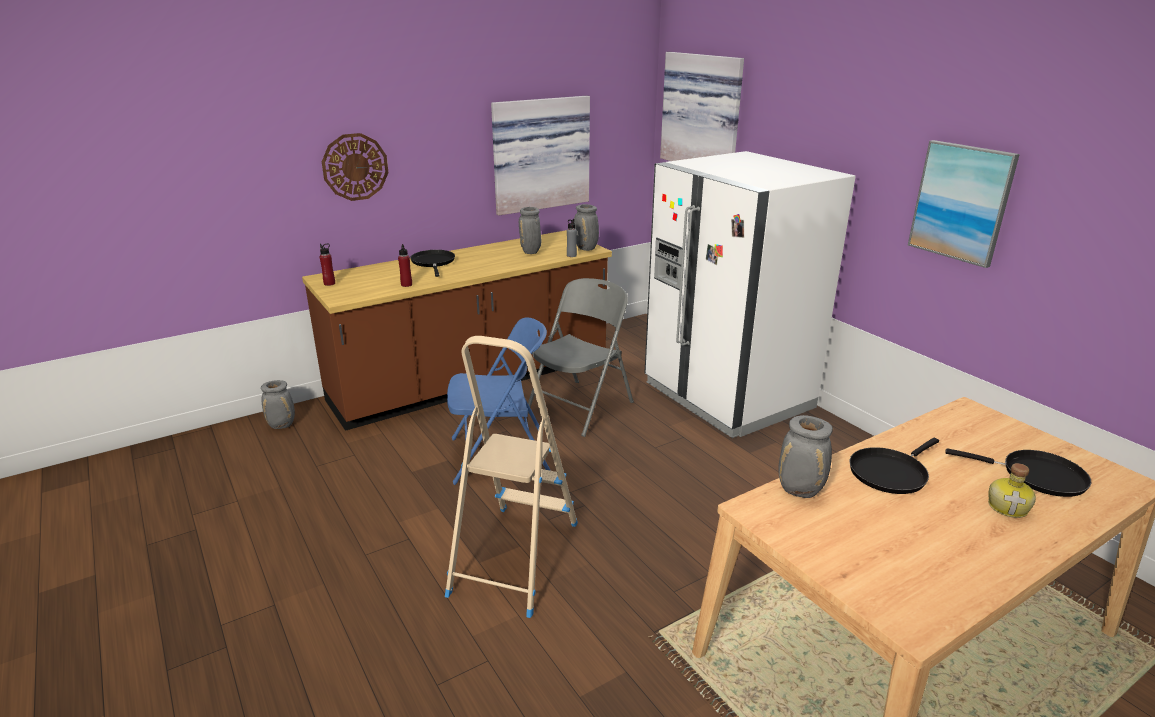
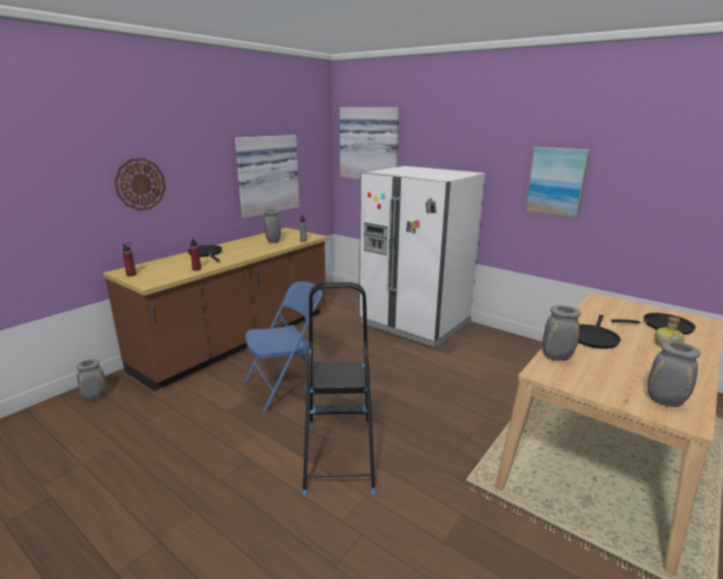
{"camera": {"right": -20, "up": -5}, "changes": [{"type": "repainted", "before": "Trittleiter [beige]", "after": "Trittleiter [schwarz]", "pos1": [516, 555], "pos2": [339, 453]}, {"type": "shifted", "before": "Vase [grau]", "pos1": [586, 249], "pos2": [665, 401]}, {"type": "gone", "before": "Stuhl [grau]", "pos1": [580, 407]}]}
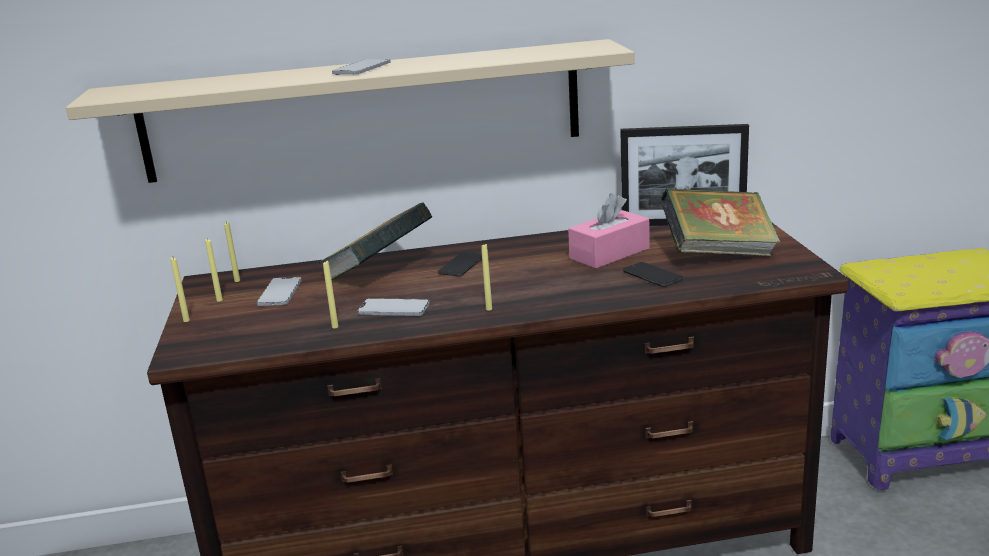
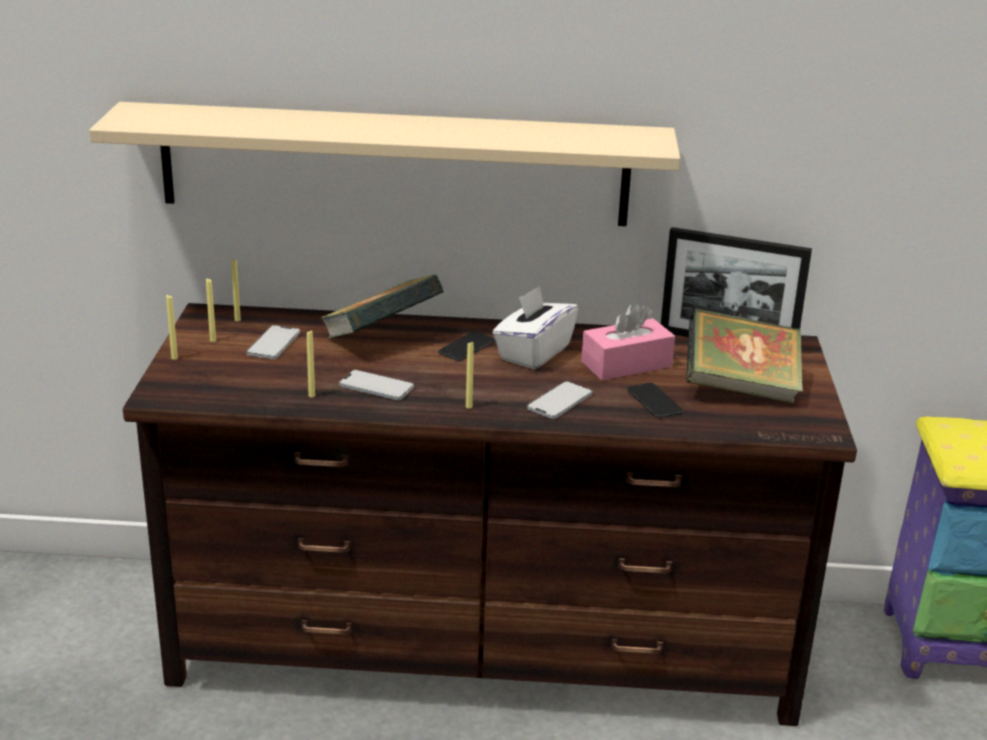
{"camera": {"right": 10, "up": 5}, "changes": [{"type": "new", "after": "Taschentuchbox [weiß]", "pos2": [533, 353]}, {"type": "shifted", "before": "Handy", "pos1": [362, 68], "pos2": [559, 402]}]}
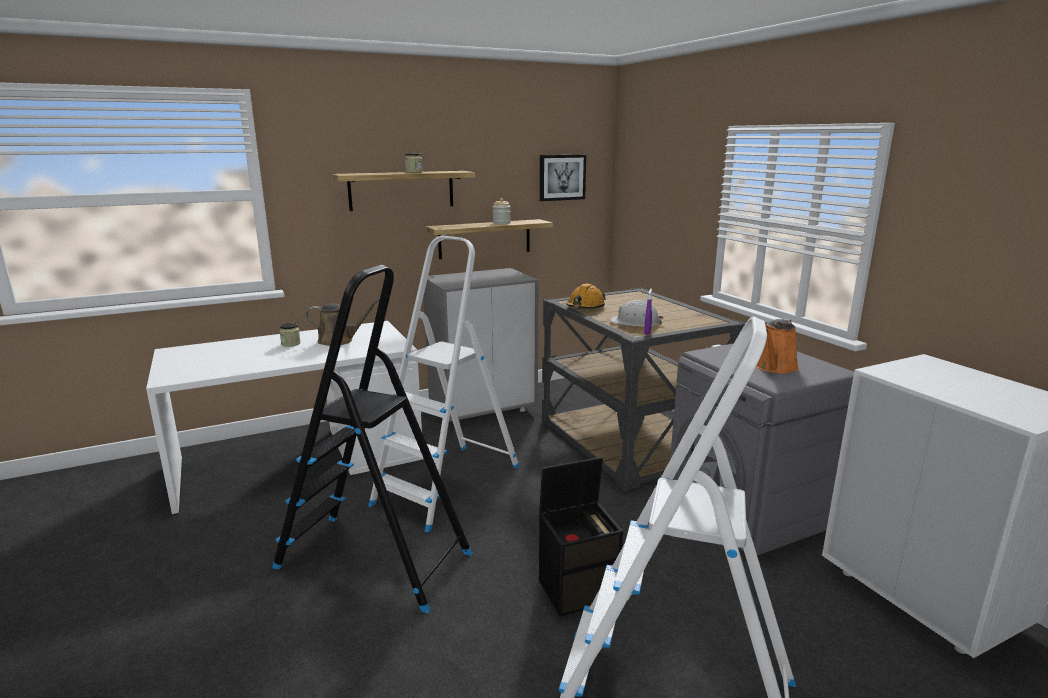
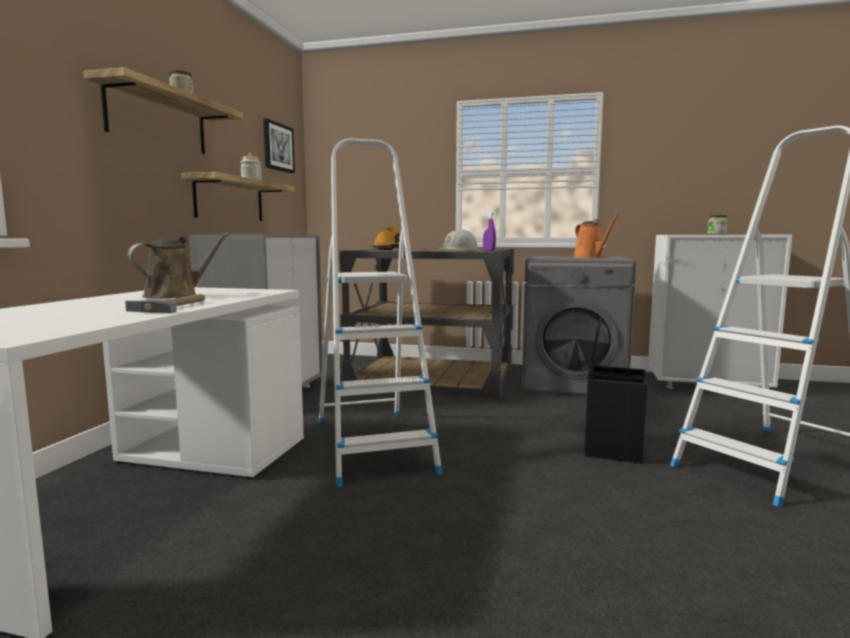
{"camera": {"right": -50, "up": -10}, "changes": [{"type": "new", "after": "Hammer", "pos2": [174, 306]}, {"type": "shifted", "before": "Vorratsglas", "pos1": [291, 343], "pos2": [716, 234]}, {"type": "gone", "before": "Trittleiter [schwarz]", "pos1": [372, 560]}]}
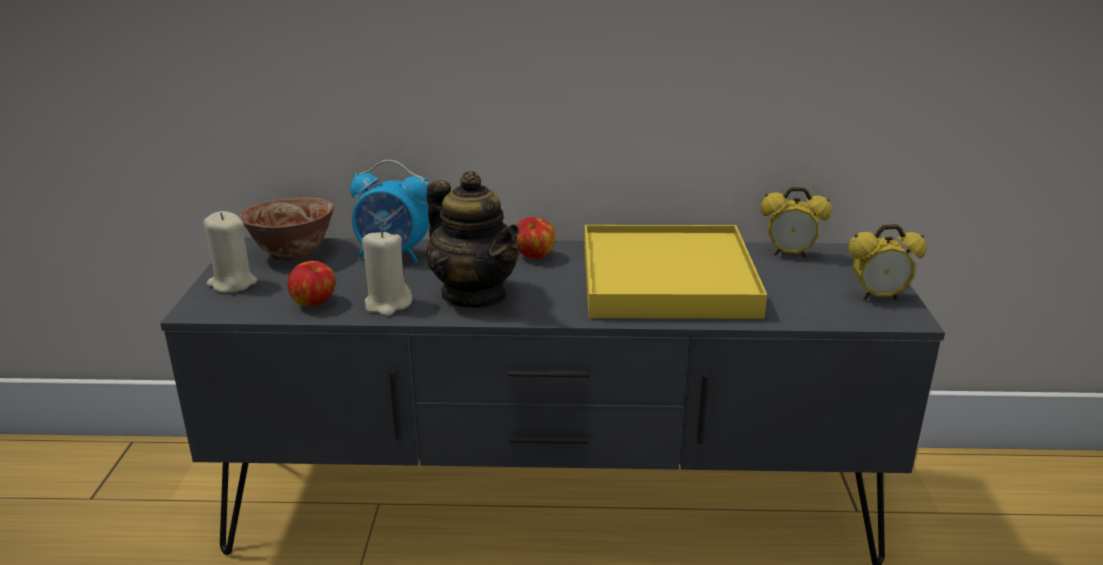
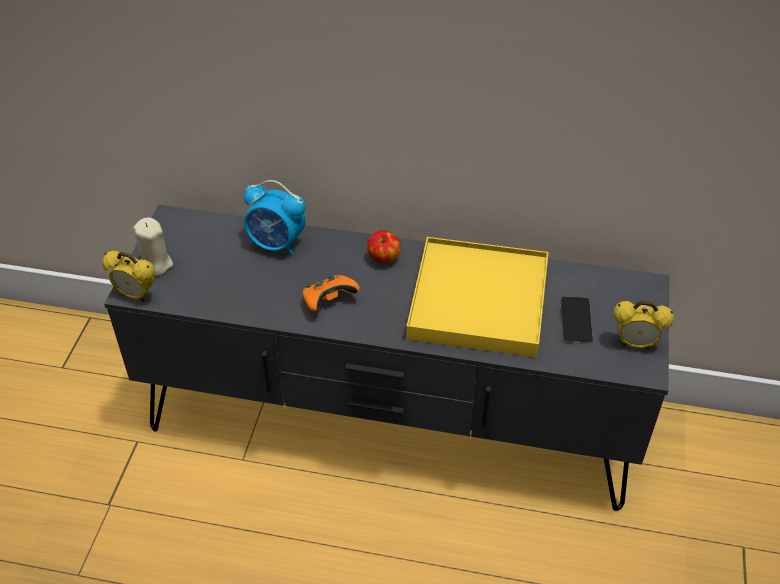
{"camera": {"right": 10, "up": 20}, "changes": [{"type": "shifted", "before": "Wecker", "pos1": [789, 254], "pos2": [136, 295]}, {"type": "swapped", "before": "Teekanne", "after": "Gamepad [orange]", "pos1": [475, 295], "pos2": [329, 301]}, {"type": "new", "after": "Handy", "pos2": [576, 320]}, {"type": "gone", "before": "Schüssel", "pos1": [292, 253]}, {"type": "gone", "before": "Apfel", "pos1": [314, 303]}, {"type": "gone", "before": "Kerze [beige]", "pos1": [388, 304]}]}
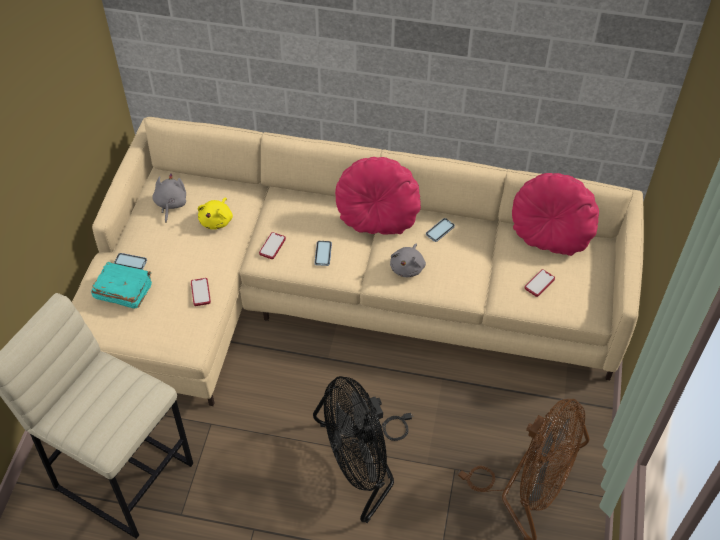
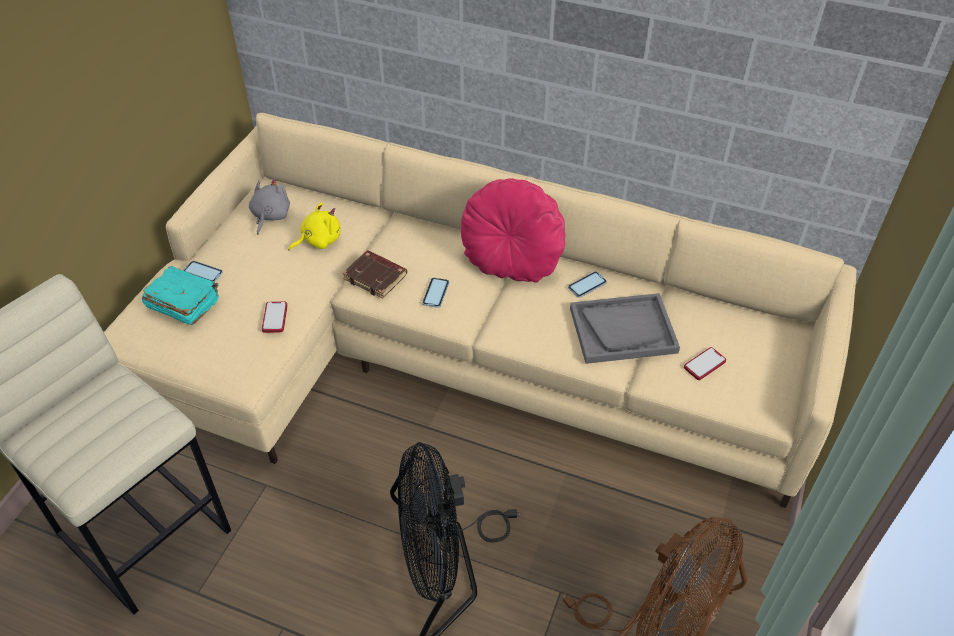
{"camera": {"right": 10, "up": -5}, "changes": [{"type": "rotated", "before": "Plüschtier [gelb]", "pos1": [217, 220], "pos2": [319, 240], "turn": -150}, {"type": "swapped", "before": "Handy", "after": "Buch [braun]", "pos1": [272, 246], "pos2": [376, 277]}, {"type": "new", "after": "Tablett [grau]", "pos2": [623, 330]}, {"type": "gone", "before": "Plüschtier [grau]", "pos1": [408, 267]}, {"type": "gone", "before": "Kissen [rosa]", "pos1": [549, 239]}]}
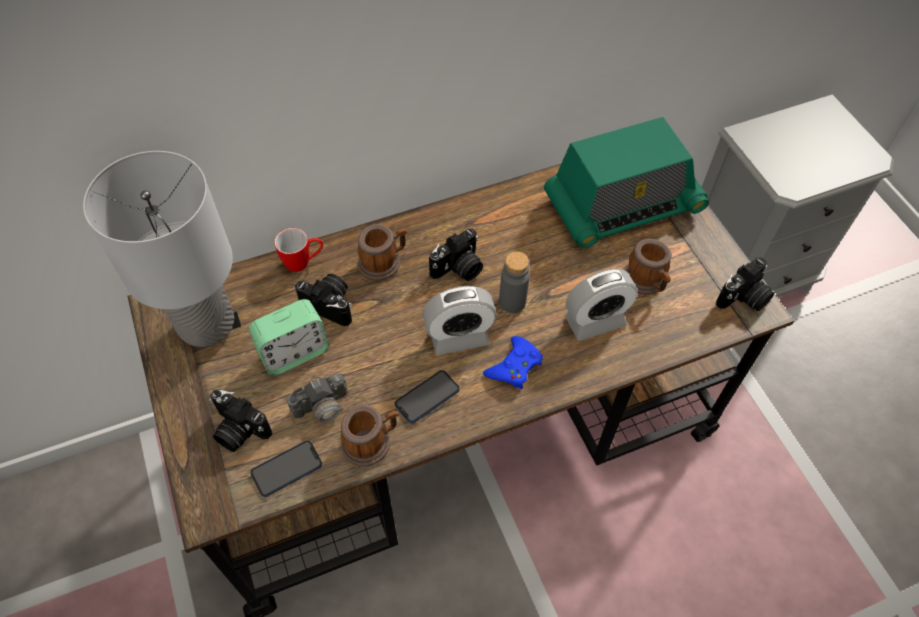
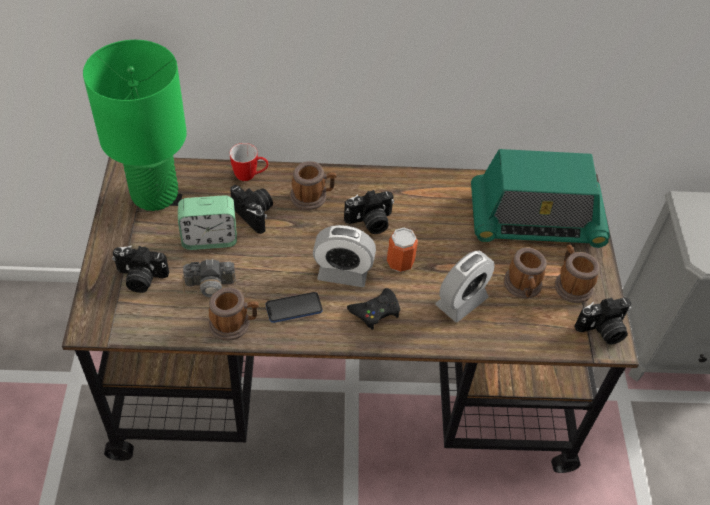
{"camera": {"right": 20, "up": -5}, "changes": [{"type": "repainted", "before": "Tischlampe [grau]", "after": "Tischlampe [grün]", "pos1": [209, 327], "pos2": [156, 198]}, {"type": "rotated", "before": "Kamera", "pos1": [238, 430], "pos2": [140, 278], "turn": -45}, {"type": "repainted", "before": "Gamepad [blau]", "after": "Gamepad [schwarz]", "pos1": [514, 366], "pos2": [375, 311]}, {"type": "swapped", "before": "Flasche [grau]", "after": "Dose", "pos1": [512, 302], "pos2": [400, 262]}, {"type": "rotated", "before": "Wecker", "pos1": [595, 321], "pos2": [461, 301], "turn": -45}, {"type": "new", "after": "Henkelbecher", "pos2": [571, 284]}, {"type": "gone", "before": "Handy", "pos1": [287, 469]}]}
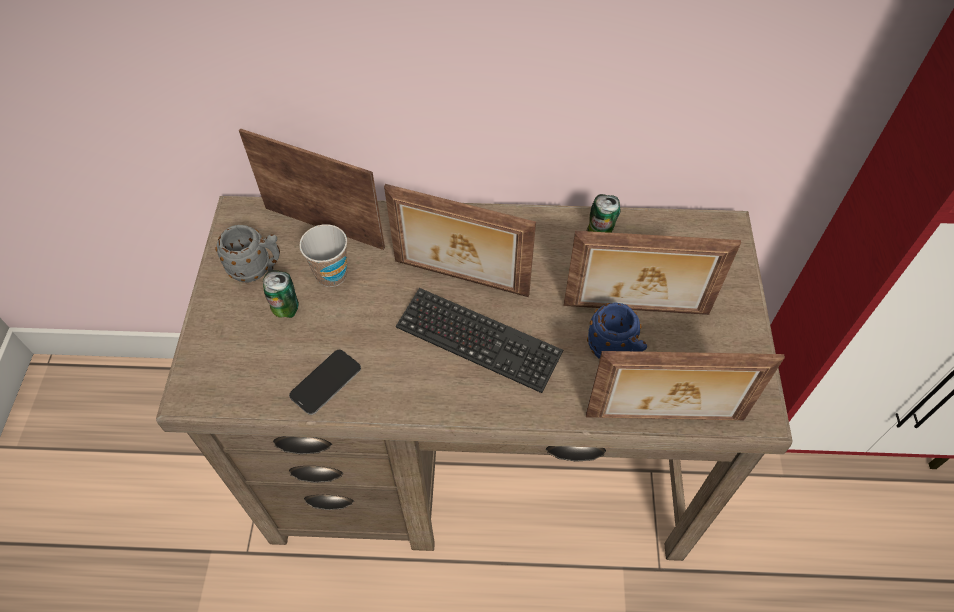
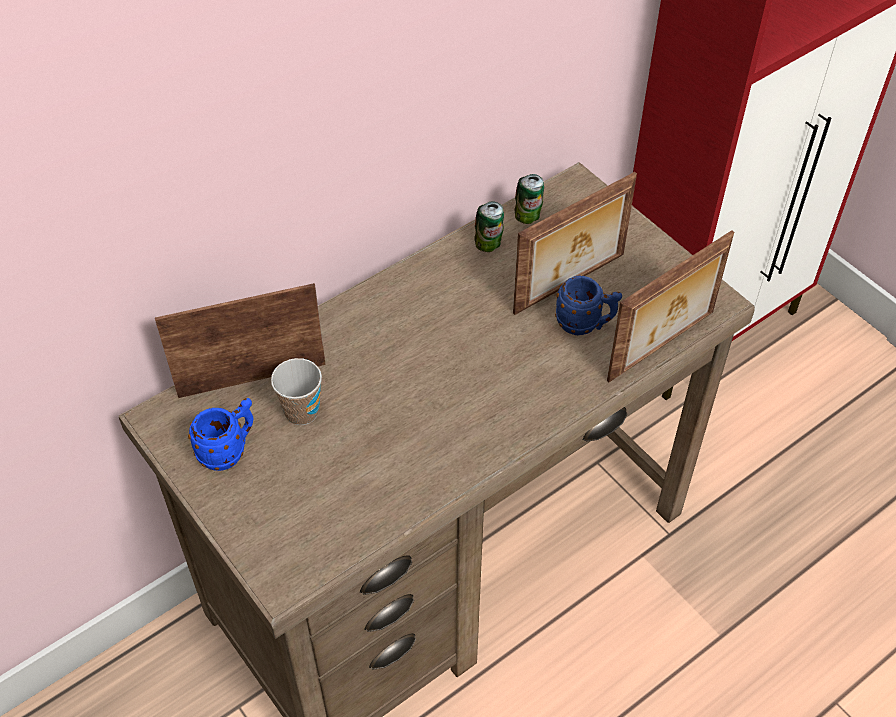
{"camera": {"right": -40, "up": -5}, "changes": [{"type": "repainted", "before": "Henkelbecher [grau]", "after": "Henkelbecher [blau]", "pos1": [257, 269], "pos2": [229, 450]}, {"type": "shifted", "before": "Dose", "pos1": [286, 310], "pos2": [528, 217]}, {"type": "gone", "before": "Handy", "pos1": [325, 382]}, {"type": "gone", "before": "Bilderrahmen", "pos1": [460, 280]}, {"type": "gone", "before": "Tastatur", "pos1": [478, 341]}]}
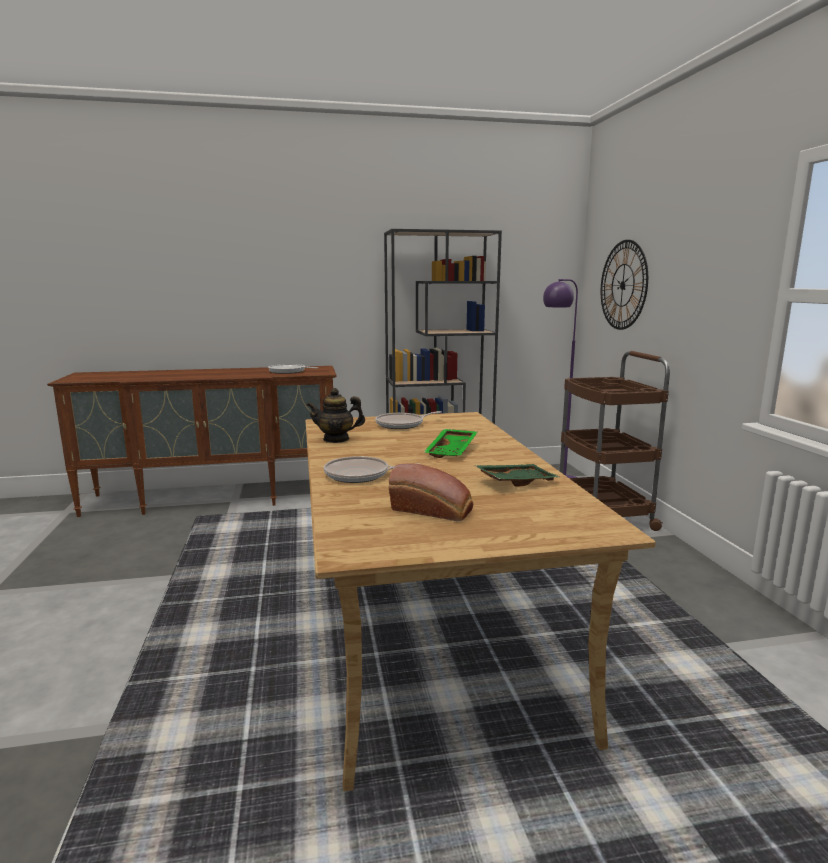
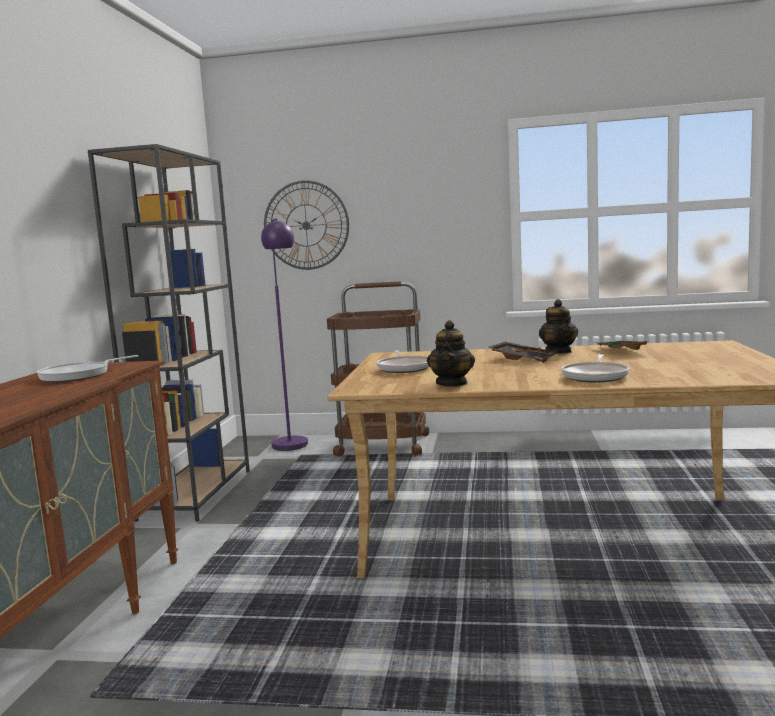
{"camera": {"right": -70, "up": -5}, "changes": [{"type": "repainted", "before": "Tablett [grün]", "after": "Tablett [schwarz]", "pos1": [452, 451], "pos2": [523, 359]}, {"type": "new", "after": "Teekanne", "pos2": [559, 352]}, {"type": "gone", "before": "Brot", "pos1": [433, 510]}]}
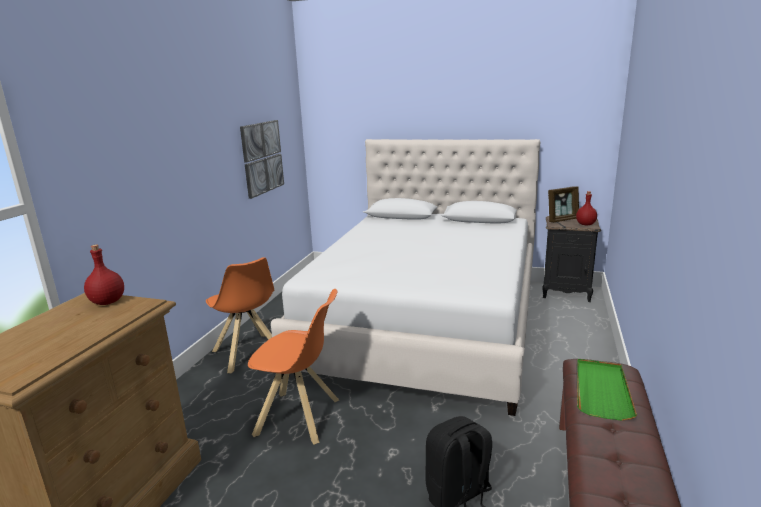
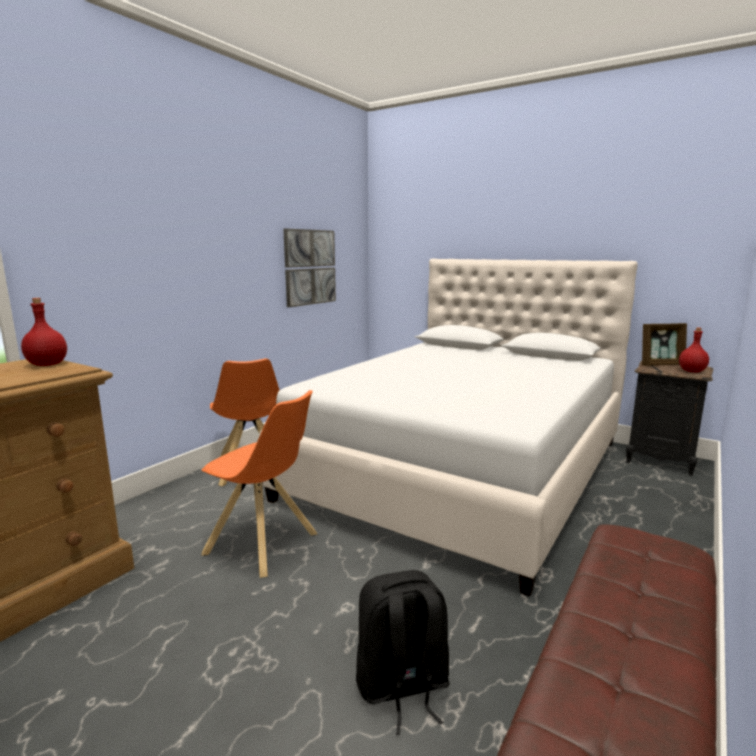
{"camera": {"right": 15, "up": -5}, "changes": [{"type": "gone", "before": "Tablett [grün]", "pos1": [601, 390]}]}
